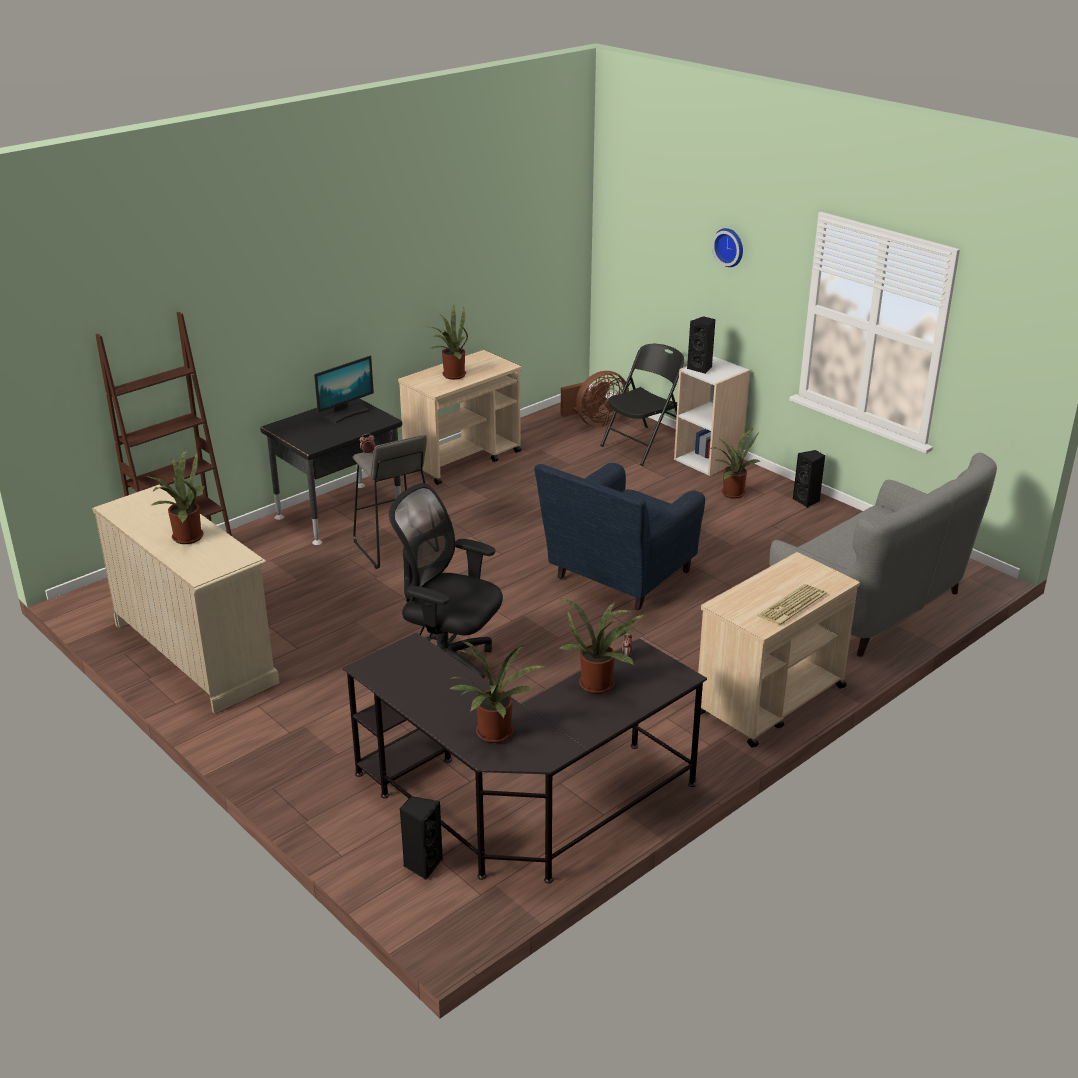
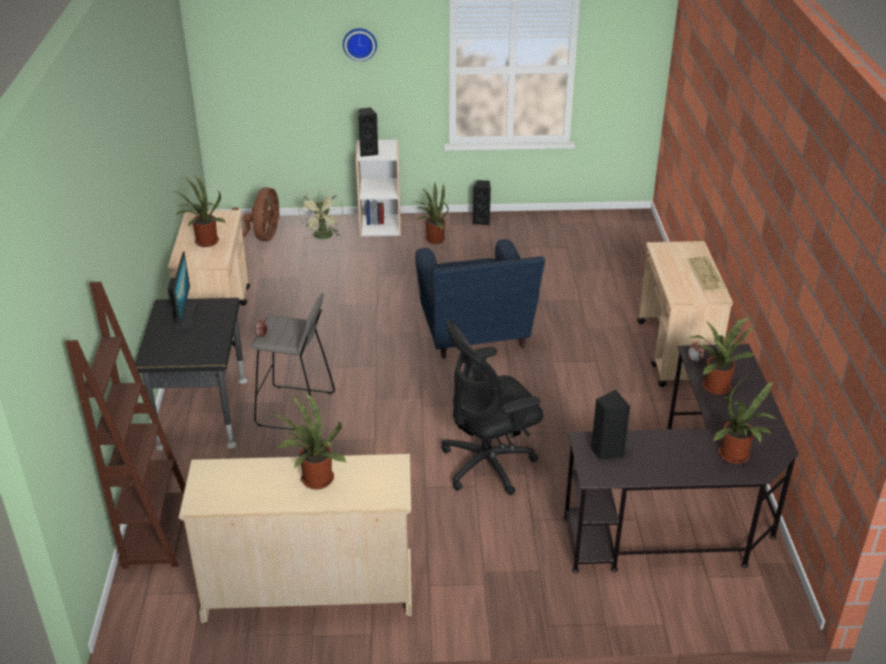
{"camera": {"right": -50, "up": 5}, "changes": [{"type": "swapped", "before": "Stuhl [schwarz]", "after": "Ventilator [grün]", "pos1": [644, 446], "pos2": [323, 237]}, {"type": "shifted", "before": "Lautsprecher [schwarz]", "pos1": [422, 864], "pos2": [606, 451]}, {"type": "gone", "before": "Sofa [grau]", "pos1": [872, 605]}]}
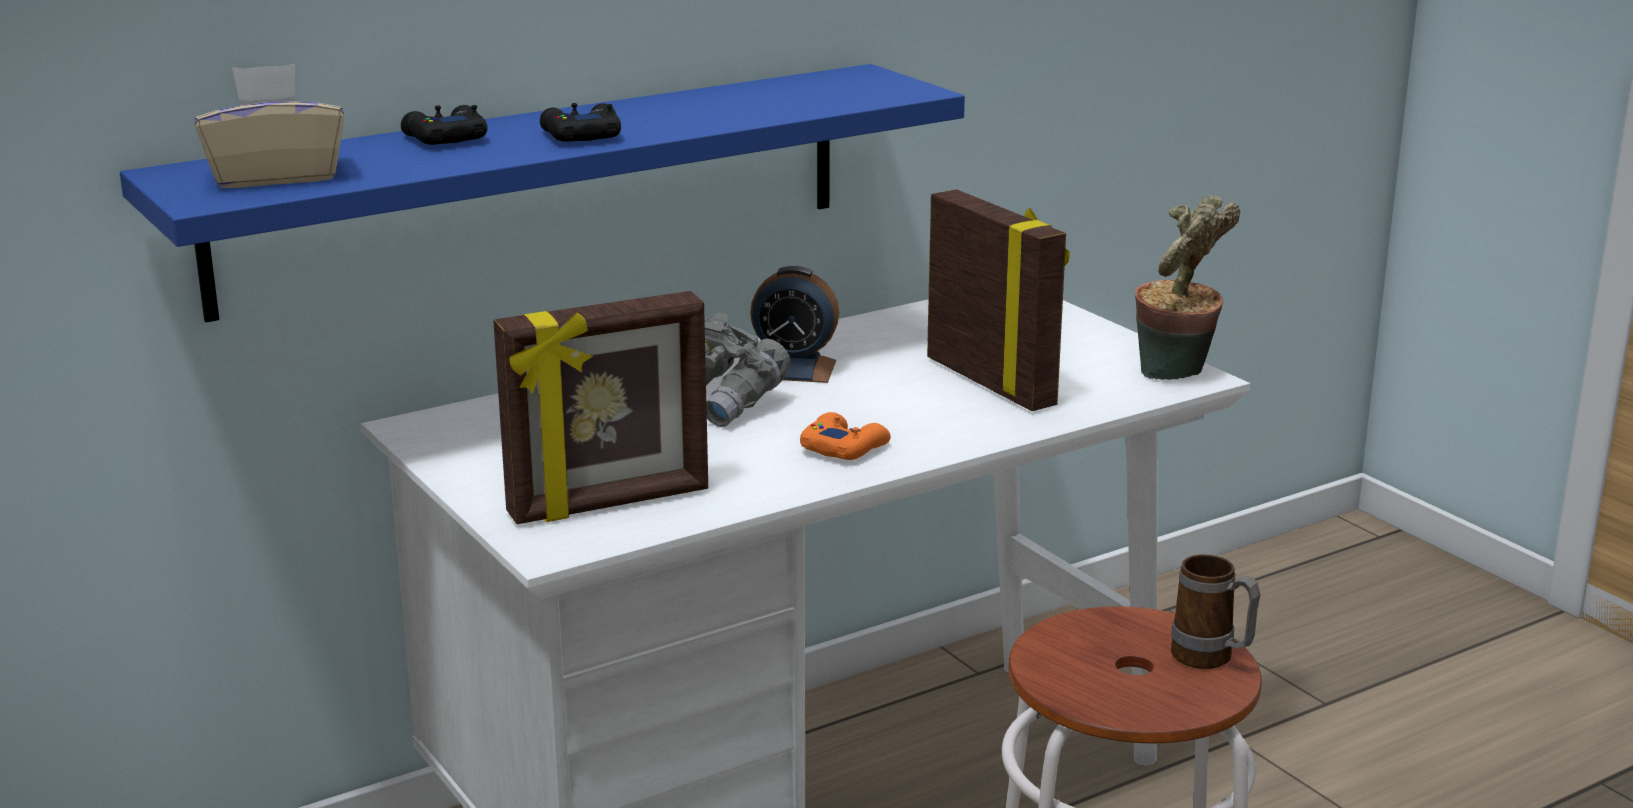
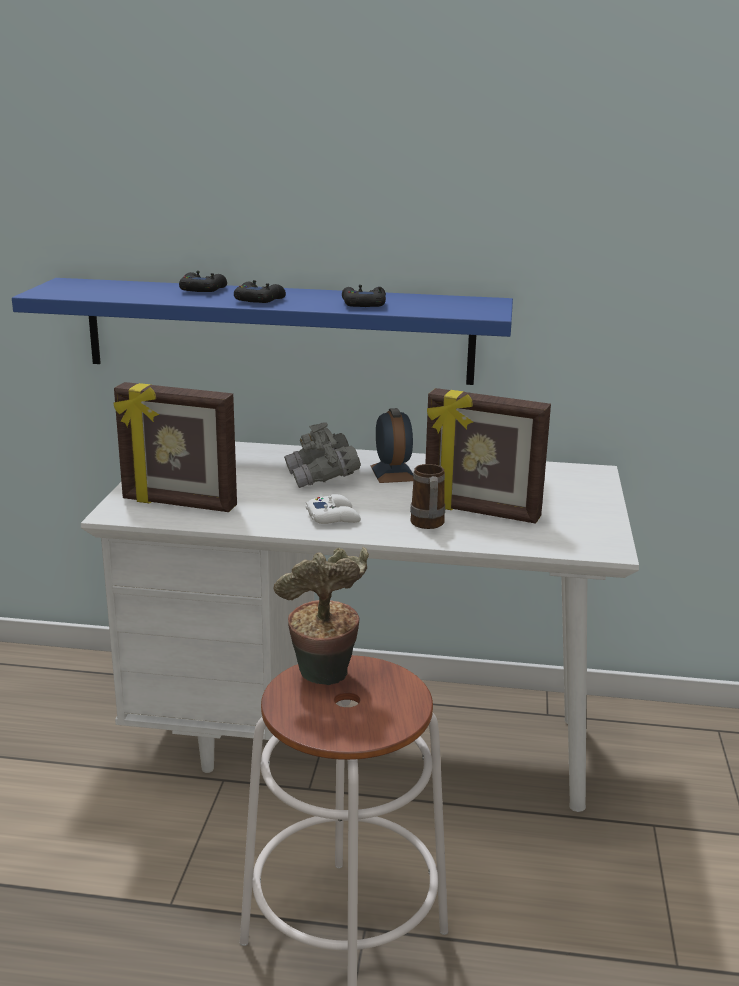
{"camera": {"right": 40, "up": 0}, "changes": [{"type": "shifted", "before": "Topfpflanze", "pos1": [1176, 375], "pos2": [324, 679]}, {"type": "repainted", "before": "Gamepad [orange]", "after": "Gamepad [weiß]", "pos1": [844, 447], "pos2": [333, 517]}, {"type": "new", "after": "Gamepad [schwarz]", "pos2": [363, 304]}, {"type": "rotated", "before": "Wecker", "pos1": [795, 369], "pos2": [392, 473], "turn": -150}, {"type": "shifted", "before": "Henkelbecher", "pos1": [1211, 660], "pos2": [428, 525]}, {"type": "rotated", "before": "Bilderrahmen", "pos1": [992, 382], "pos2": [481, 512], "turn": 105}, {"type": "gone", "before": "Taschentuchbox [beige]", "pos1": [275, 176]}]}
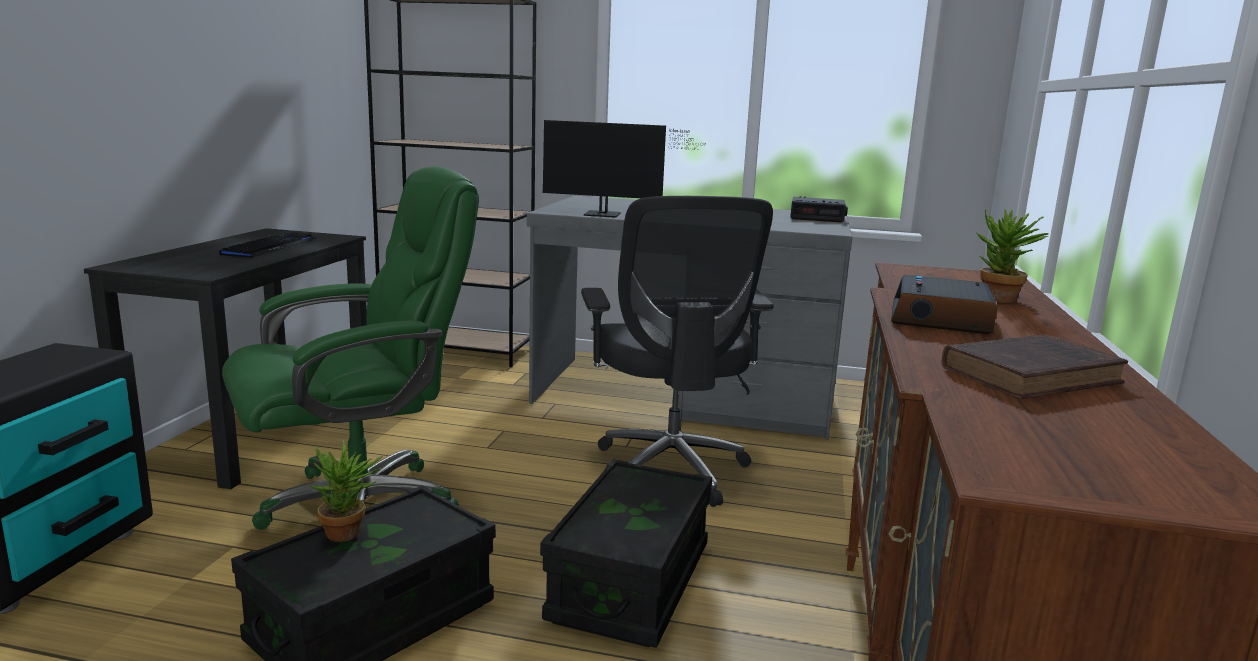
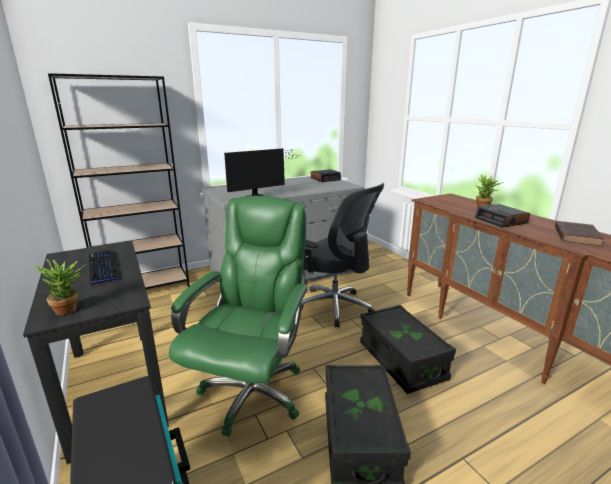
{"camera": {"right": -40, "up": 5}, "changes": [{"type": "shifted", "before": "Topfpflanze", "pos1": [349, 535], "pos2": [70, 309]}]}
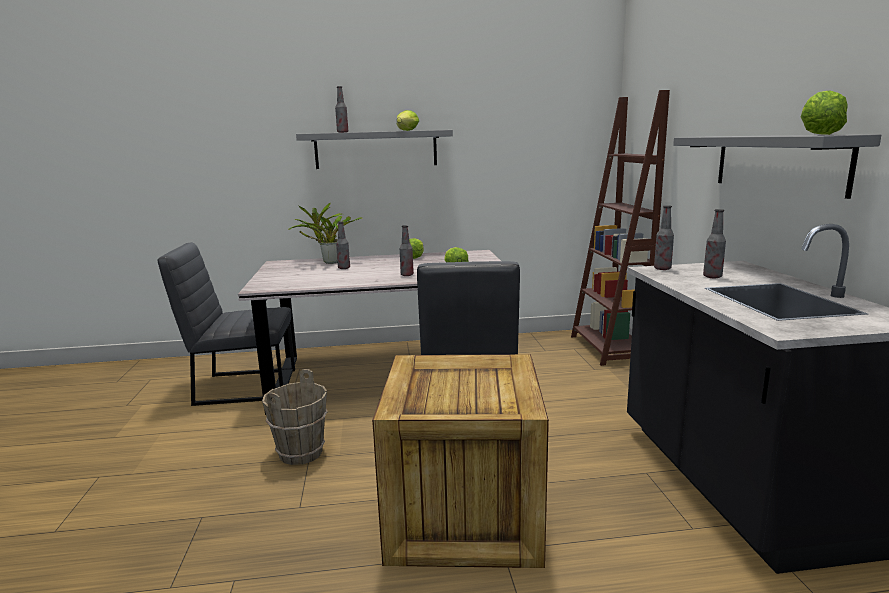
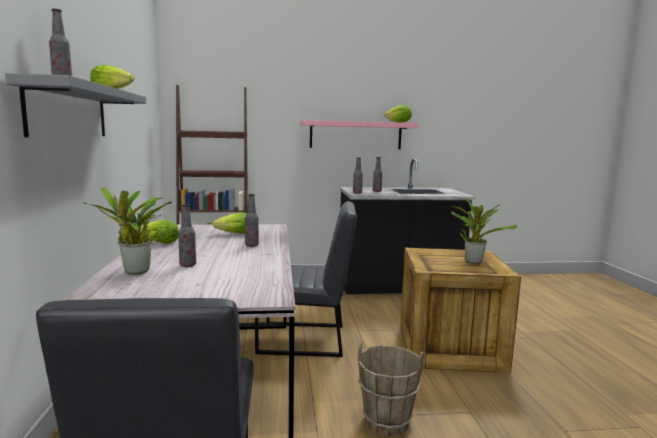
{"camera": {"right": -90, "up": -5}, "changes": [{"type": "repainted", "before": "Wandregal [grau]", "after": "Wandregal [rosa]", "pos1": [778, 162], "pos2": [355, 135]}, {"type": "new", "after": "Topfpflanze", "pos2": [473, 261]}]}
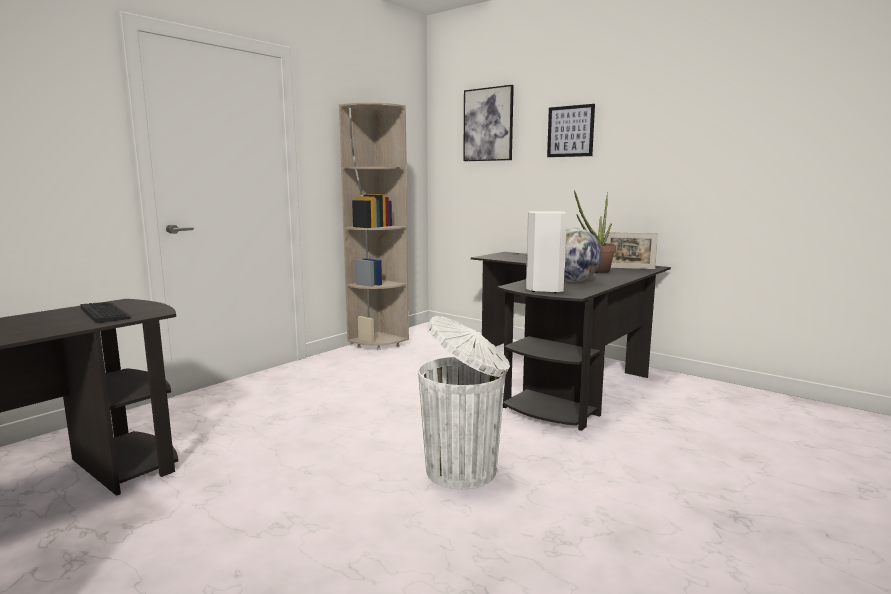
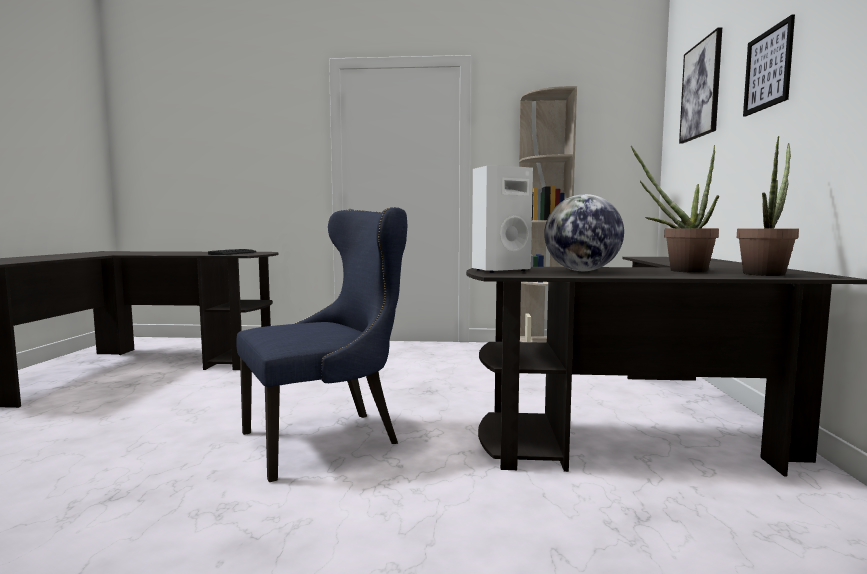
{"camera": {"right": 55, "up": -5}, "changes": [{"type": "swapped", "before": "Mülleimer [weiß]", "after": "Stuhl [blau]", "pos1": [463, 470], "pos2": [327, 439]}, {"type": "swapped", "before": "Bilderrahmen", "after": "Topfpflanze", "pos1": [629, 268], "pos2": [766, 273]}]}
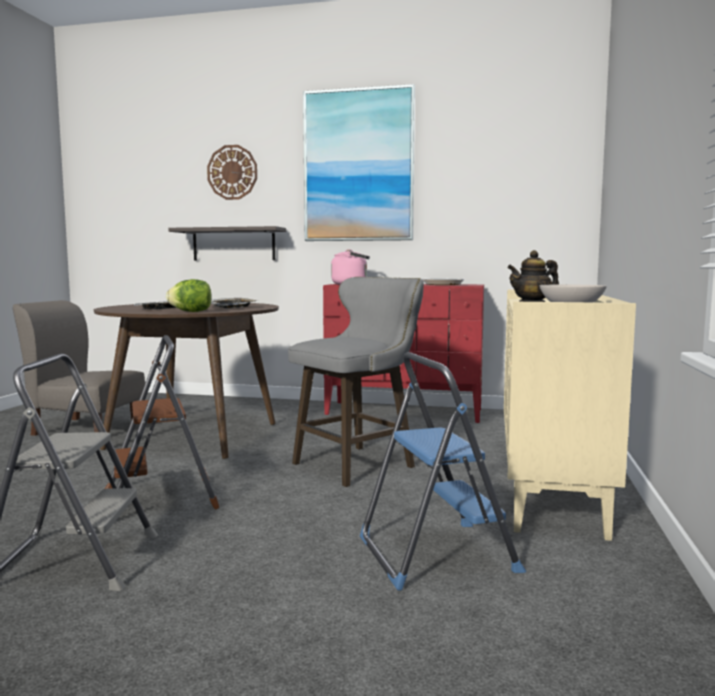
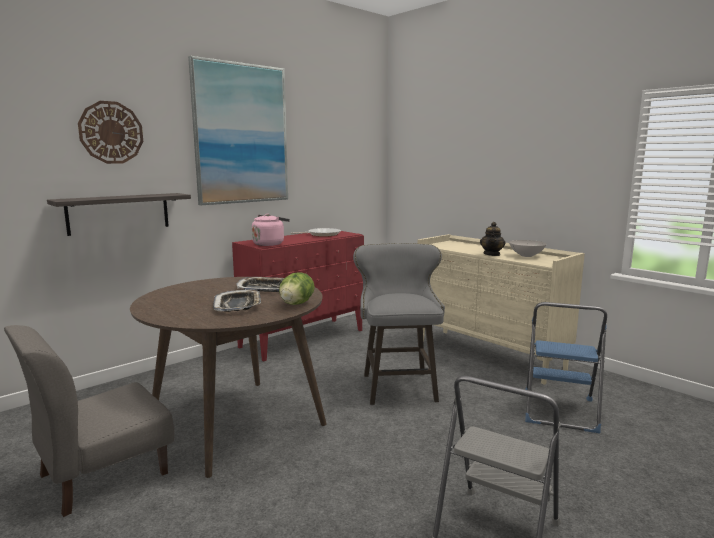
{"camera": {"right": -55, "up": 5}, "changes": [{"type": "gone", "before": "Trittleiter [braun]", "pos1": [165, 499]}]}
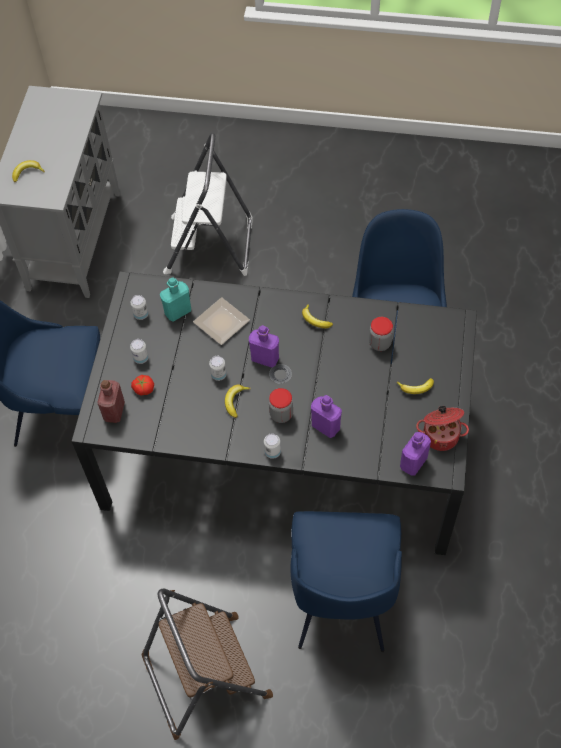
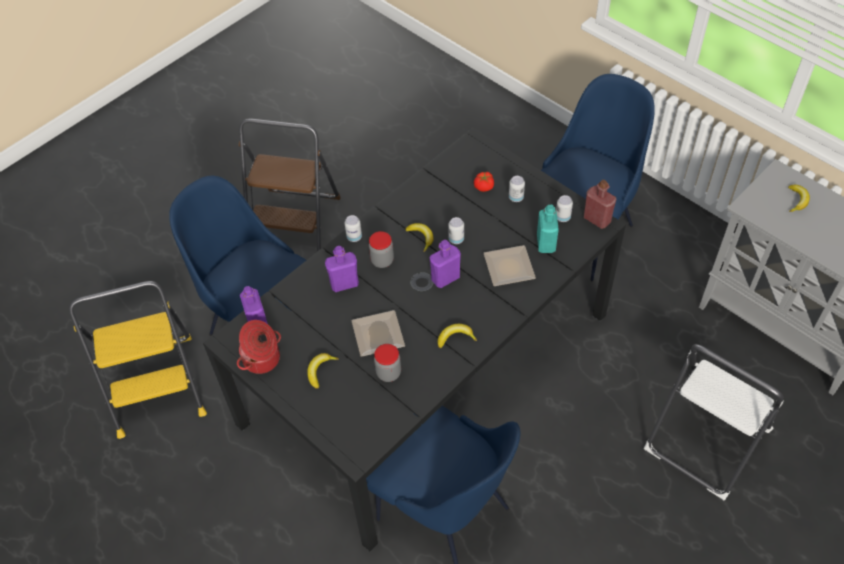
{"camera": {"right": 125, "up": -5}, "changes": [{"type": "new", "after": "Trittleiter [gelb]", "pos2": [156, 381]}, {"type": "new", "after": "Teller", "pos2": [377, 337]}, {"type": "shifted", "before": "Flasche [rot]", "pos1": [114, 411], "pos2": [597, 219]}]}
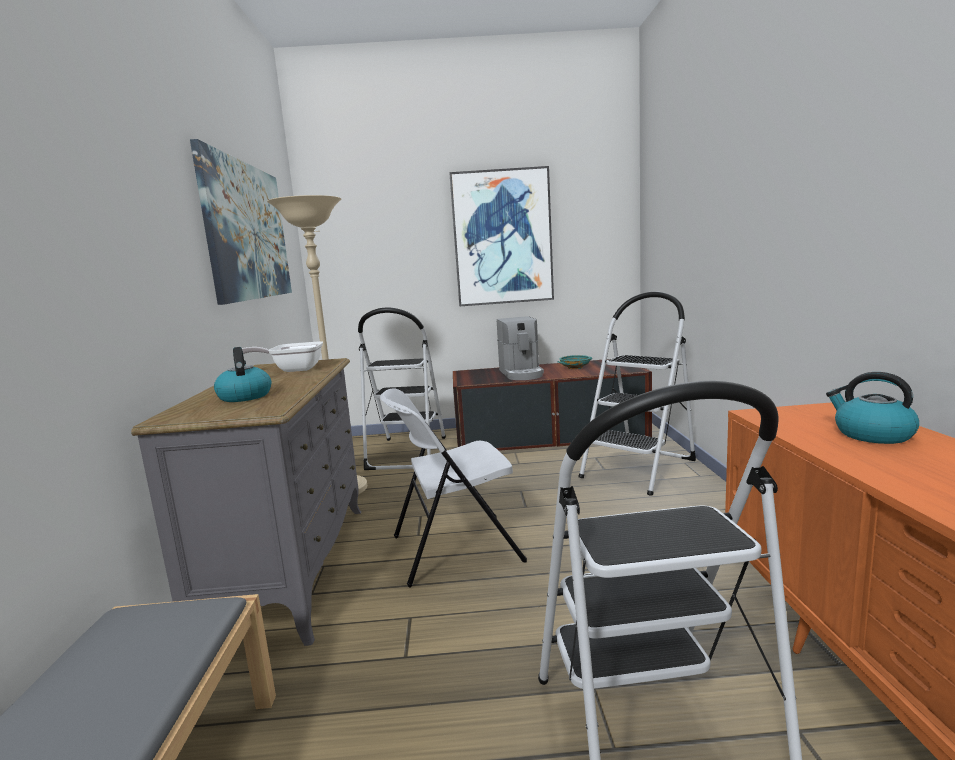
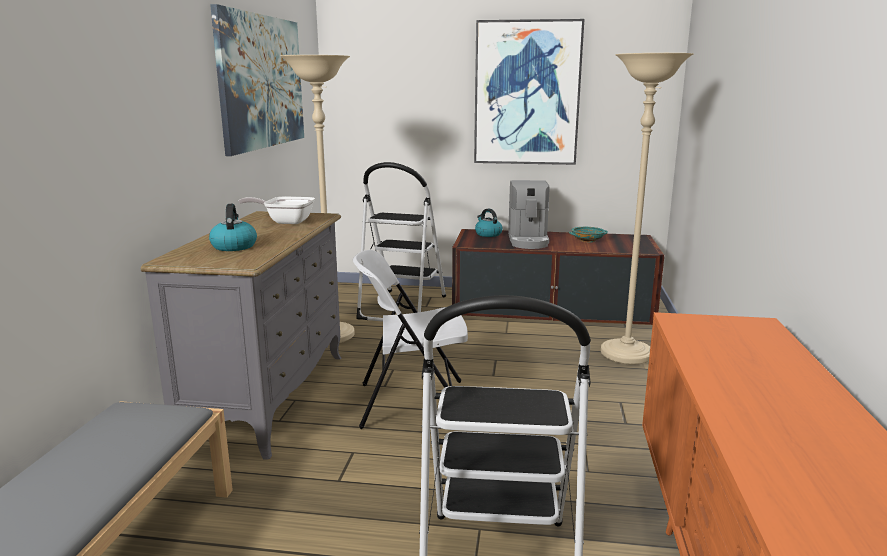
{"camera": {"right": 10, "up": 5}, "changes": [{"type": "shifted", "before": "Wasserkessel", "pos1": [872, 435], "pos2": [488, 234]}, {"type": "swapped", "before": "Trittleiter", "after": "Stehlampe [beige]", "pos1": [641, 468], "pos2": [626, 355]}]}
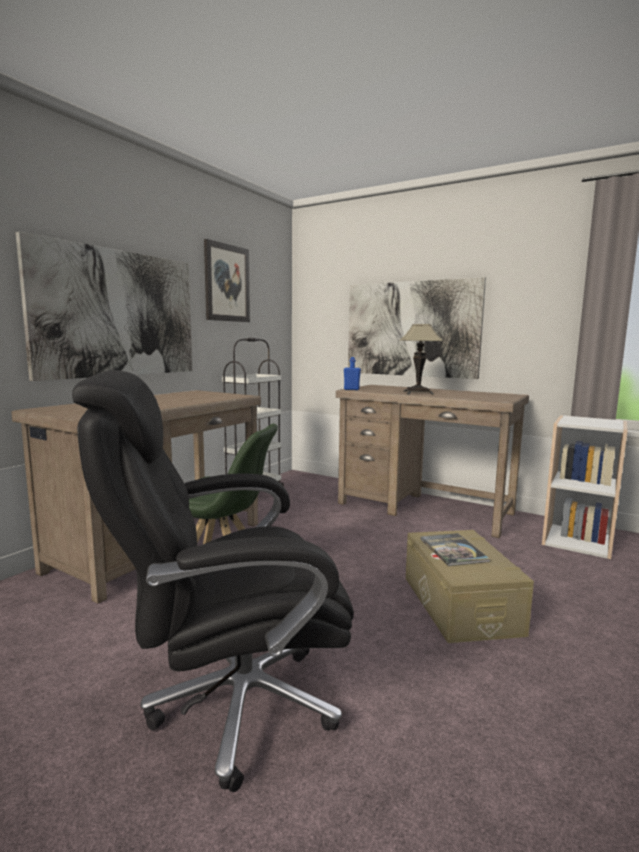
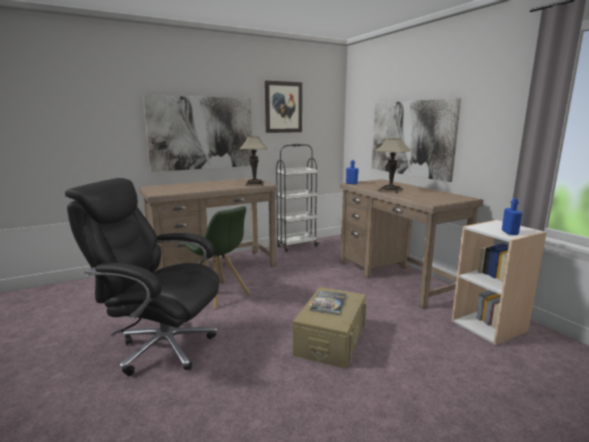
{"camera": {"right": 30, "up": 5}, "changes": [{"type": "new", "after": "Tischlampe", "pos2": [254, 184]}, {"type": "new", "after": "Flasche [blau]", "pos2": [509, 232]}]}
